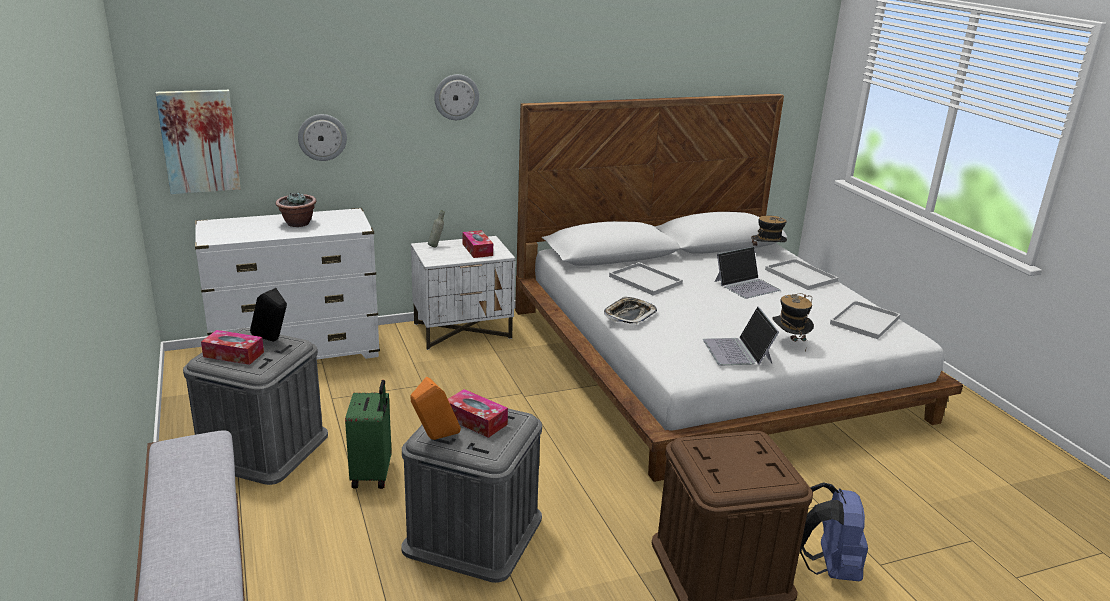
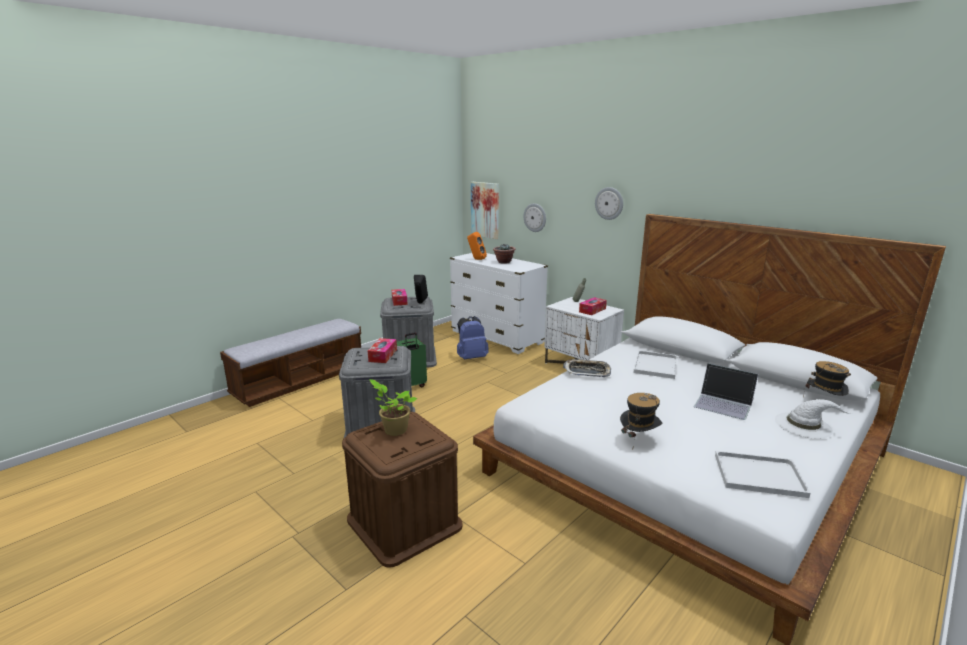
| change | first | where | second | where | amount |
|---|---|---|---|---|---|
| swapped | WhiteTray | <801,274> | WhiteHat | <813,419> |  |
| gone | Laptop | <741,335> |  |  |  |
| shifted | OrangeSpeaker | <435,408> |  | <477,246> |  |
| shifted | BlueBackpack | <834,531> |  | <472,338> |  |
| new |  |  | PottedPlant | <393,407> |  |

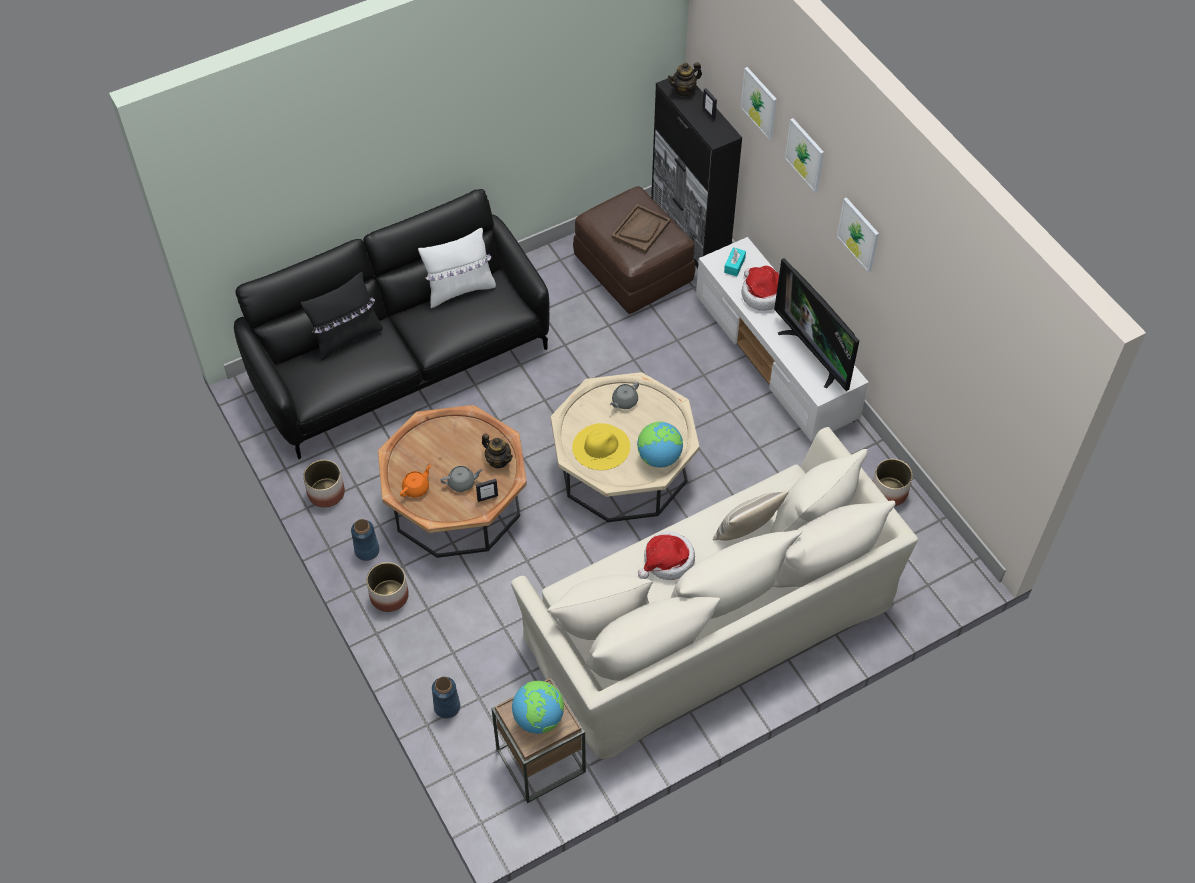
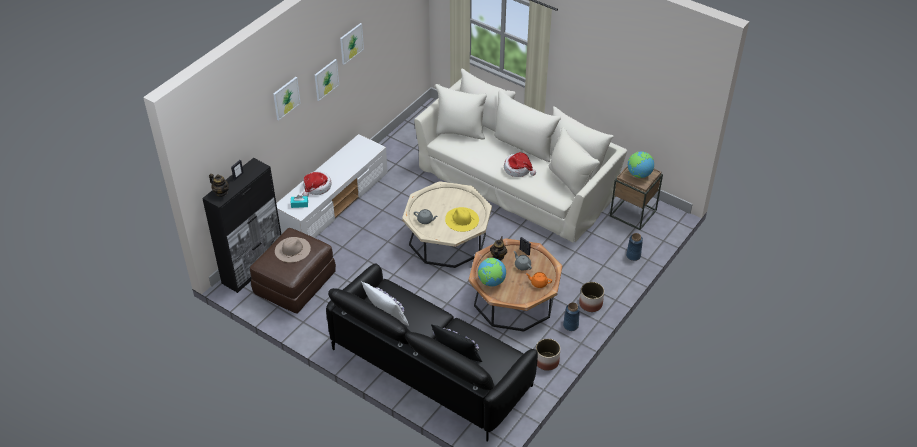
| change | first | where | second | where | amount |
|---|---|---|---|---|---|
| shifted | Picture | <759,103> |  | <352,44> |  |
| swapped | BrownTray | <641,229> | BeigeHat | <293,249> |  |
| gone | Television | <816,324> |  |  |  |
| shifted | Globe | <660,444> |  | <492,272> |  |
| gone | Planter | <893,482> |  |  |  |
| gone | Pillow | <751,516> |  |  |  |

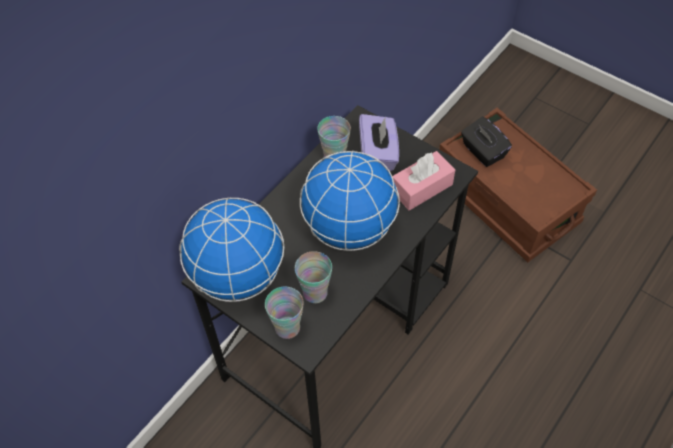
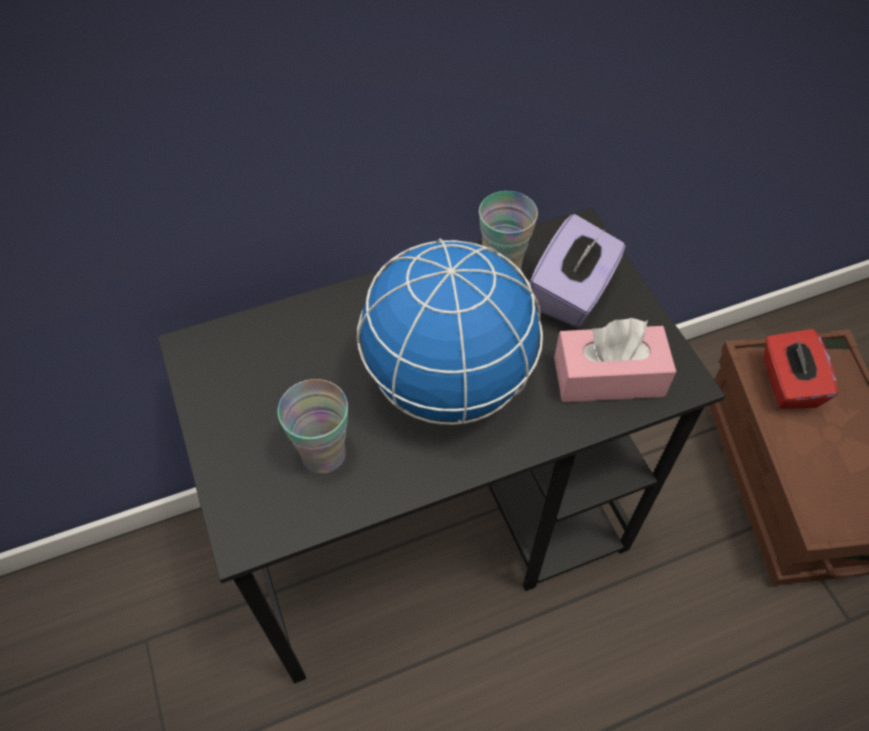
| change | first | where | second | where | amount |
|---|---|---|---|---|---|
| repainted | BlackTissueBox | <486,142> | RedTissueBox | <801,369> |  |
| gone | Globe | <231,249> |  |  |  |
| gone | Cup | <284,313> |  |  |  |

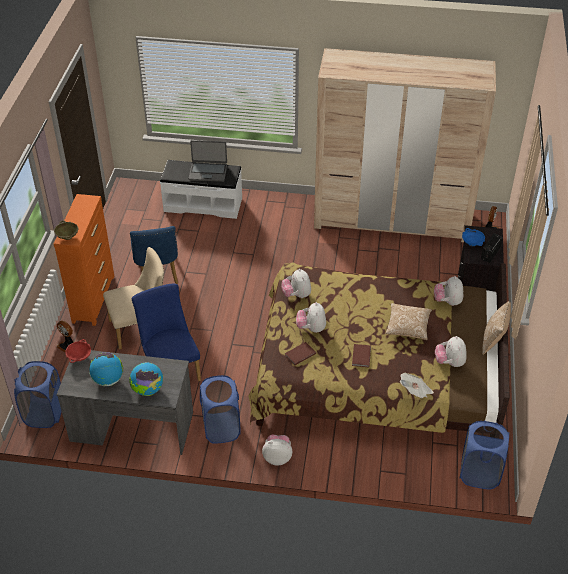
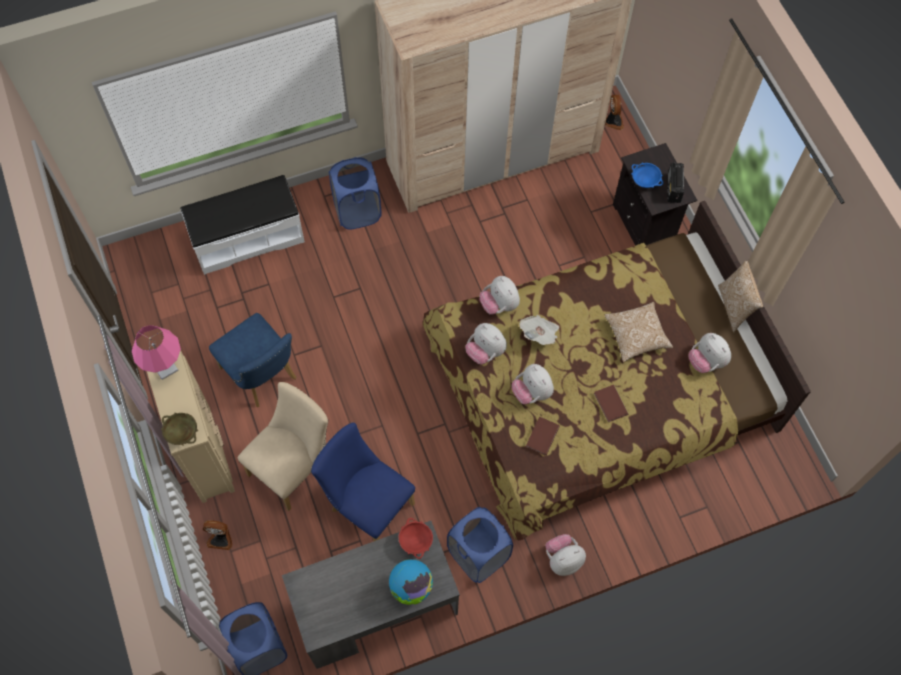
| change | first | where | second | where | amount |
|---|---|---|---|---|---|
| gone | Laptop | <208,161> |  |  |  |
| repainted | OrangeDresser | <84,260> | BeigeDresser | <191,426> |  |
| shifted | PlushToy | <448,291> |  | <500,295> |  |
| shifted | RedBowl | <78,351> |  | <415,538> |  |
| gone | Globe | <106,369> |  |  |  |
| shifted | Newspaper | <417,386> |  | <539,330> |  |
| shifted | BlueLaundryBasket | <484,455> |  | <355,193> |  |
| new |  |  | PinkTableLamp | <156,352> |  |

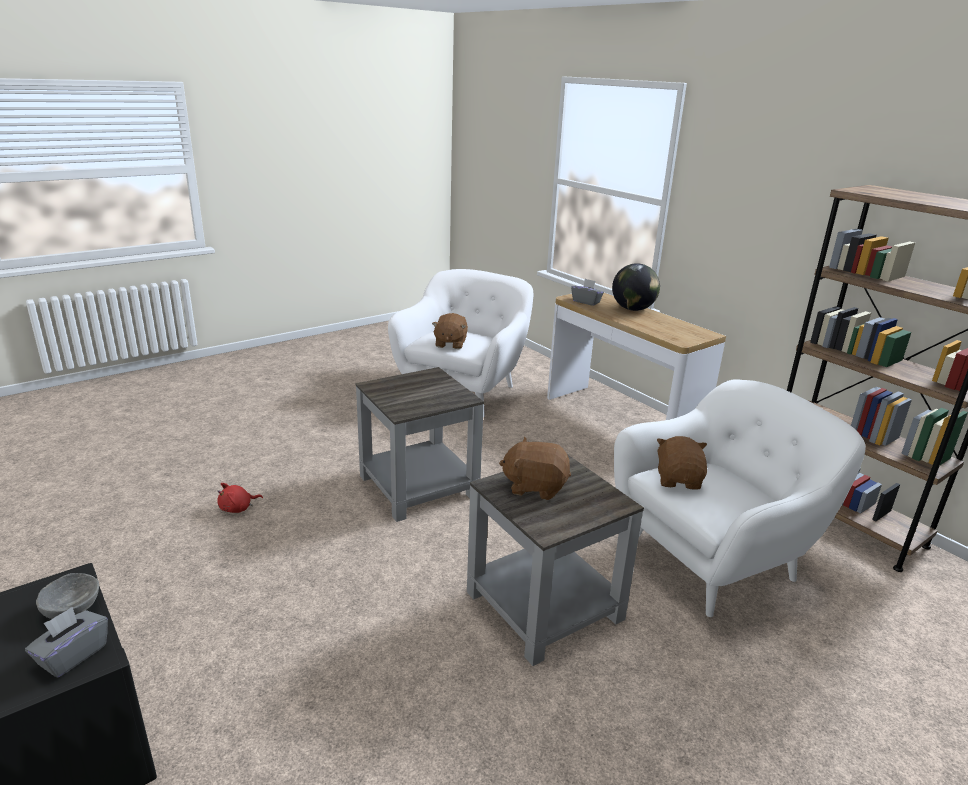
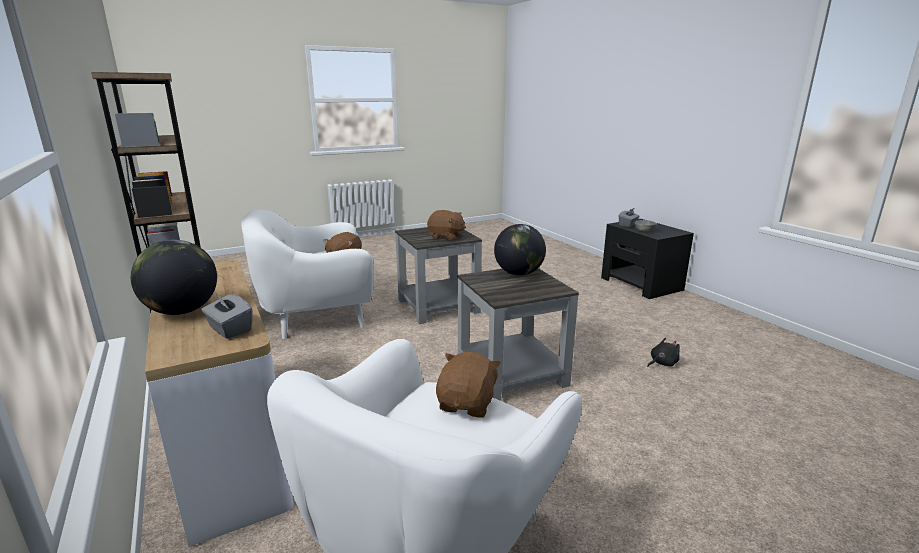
| change | first | where | second | where | amount |
|---|---|---|---|---|---|
| repainted | RedPlushToy | <240,498> | BlackPlushToy | <663,352> |  |
| new |  |  | Globe | <520,250> |  |

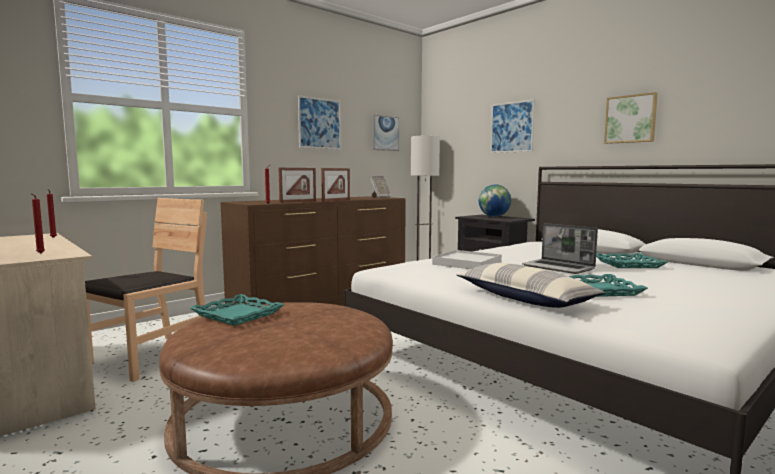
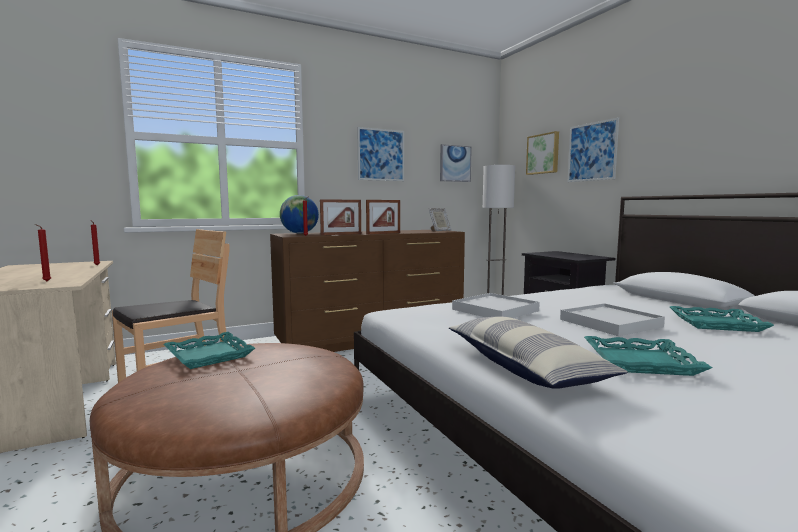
| change | first | where | second | where | amount |
|---|---|---|---|---|---|
| shifted | Picture | <631,118> |  | <542,153> |  |
| shifted | Globe | <495,200> |  | <299,214> |  |
| swapped | Laptop | <560,248> | WhiteTray | <612,319> |  |

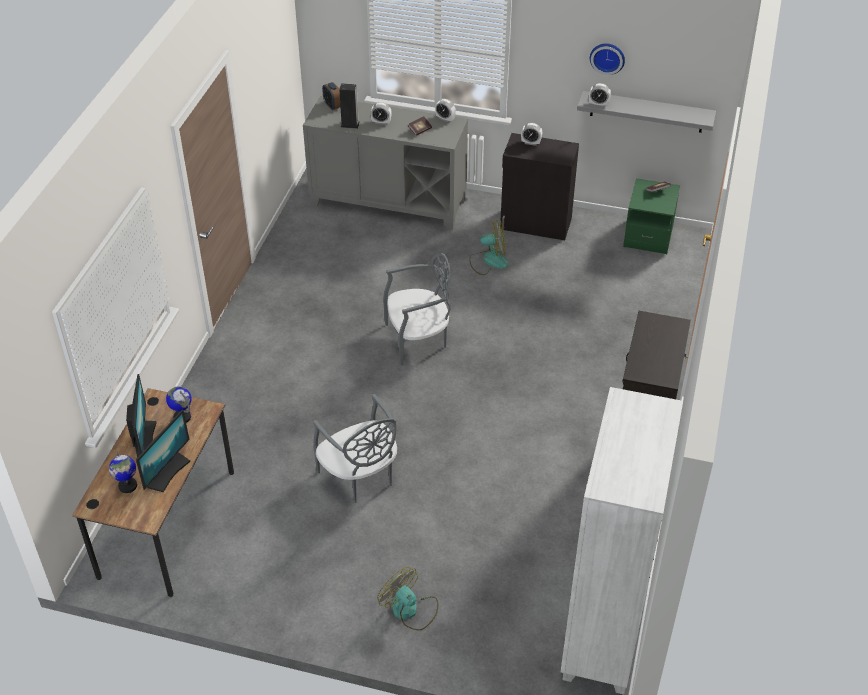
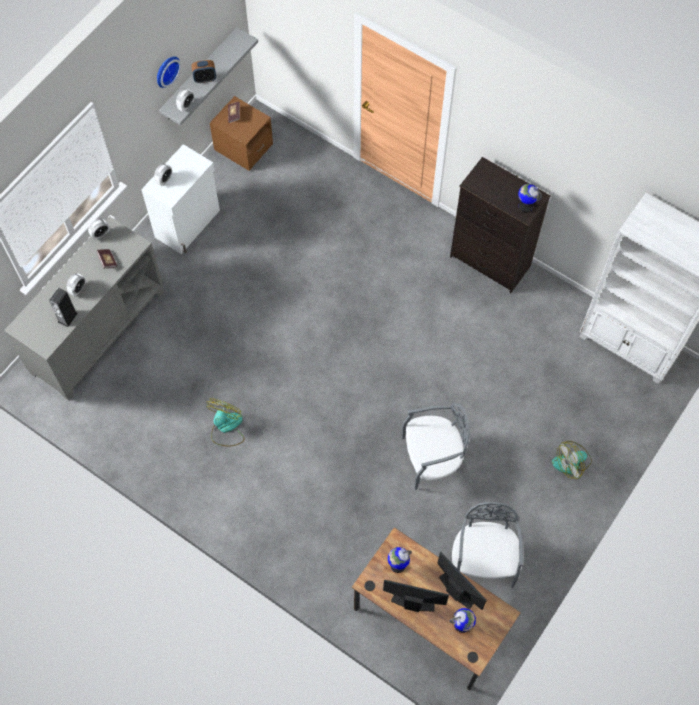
| change | first | where | second | where | amount |
|---|---|---|---|---|---|
| shifted | AlarmClock | <331,96> |  | <203,71> |  |
| repainted | BlackCabinet | <540,186> | WhiteCabinet | <180,199> |  |
| repainted | GreenNightstand | <651,216> | BrownNightstand | <241,133> |  |
| shifted | Fan | <488,247> |  | <225,422> |  |
| shifted | GreyChair | <417,309> |  | <487,545> |  |
| new |  |  | Globe | <530,198> |  |

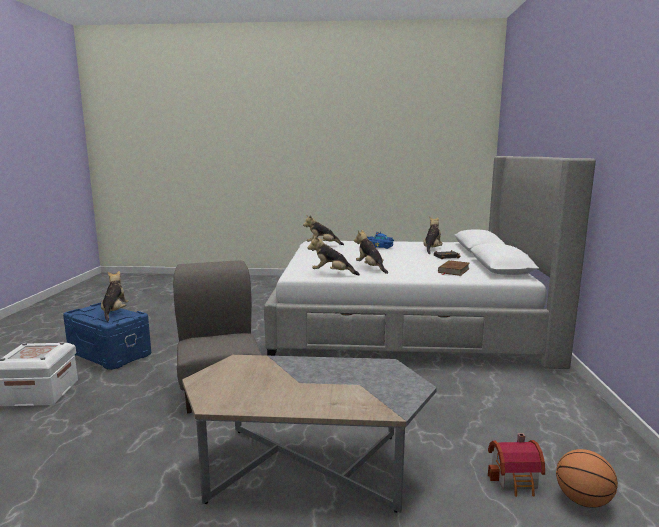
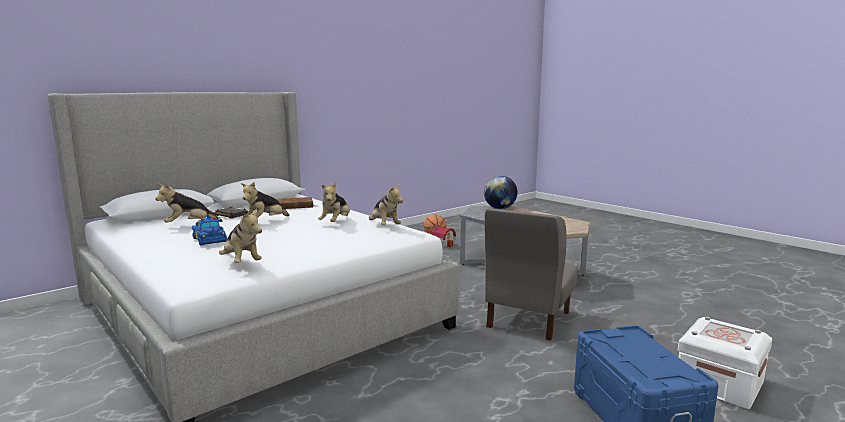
| change | first | where | second | where | amount |
|---|---|---|---|---|---|
| shifted | PlushToy | <115,296> |  | <265,200> |  |
| new |  |  | Globe | <501,192> |  |

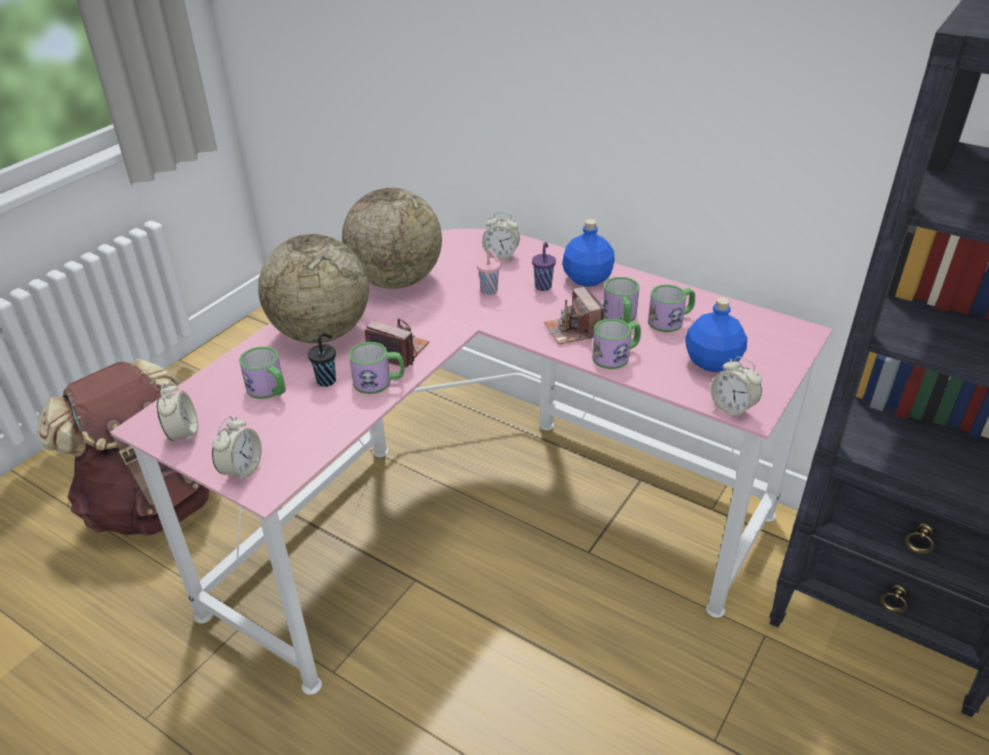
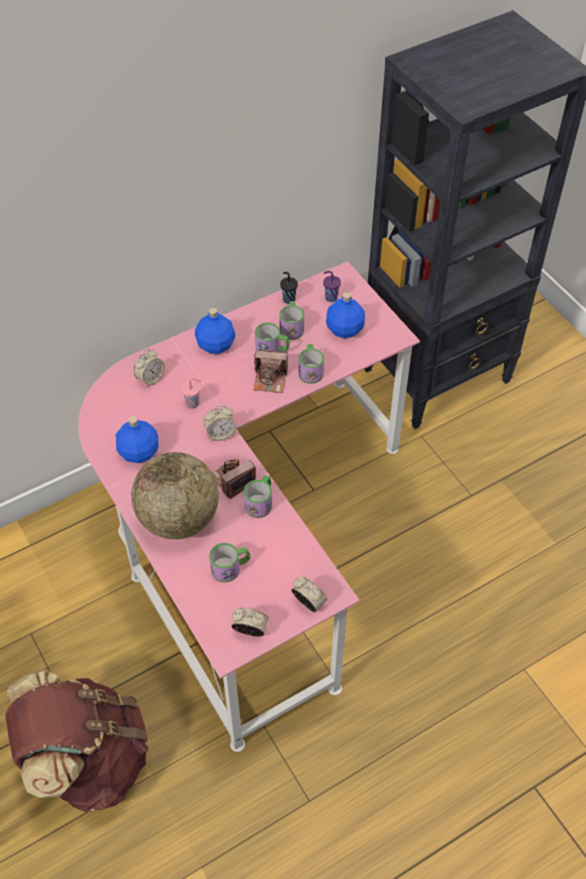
| change | first | where | second | where | amount |
|---|---|---|---|---|---|
| swapped | Globe | <392,238> | BlueBottle | <137,439> |  |
| shifted | PurpleCup | <544,266> |  | <332,286> |  |
| shifted | BlackCup | <322,360> |  | <289,288> |  |
| shifted | AlarmClock | <736,387> |  | <220,423> |  |

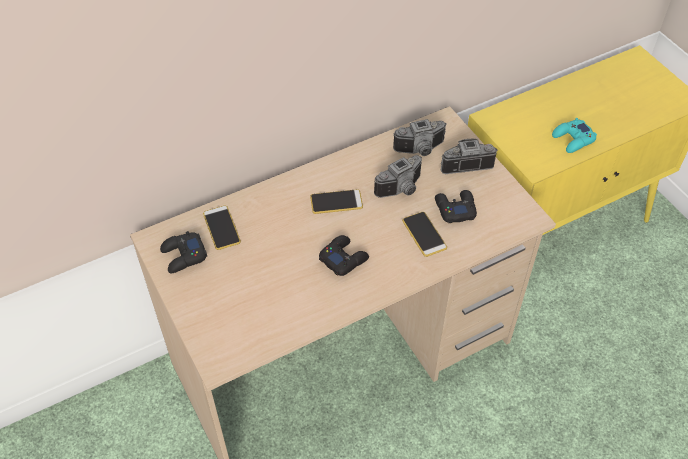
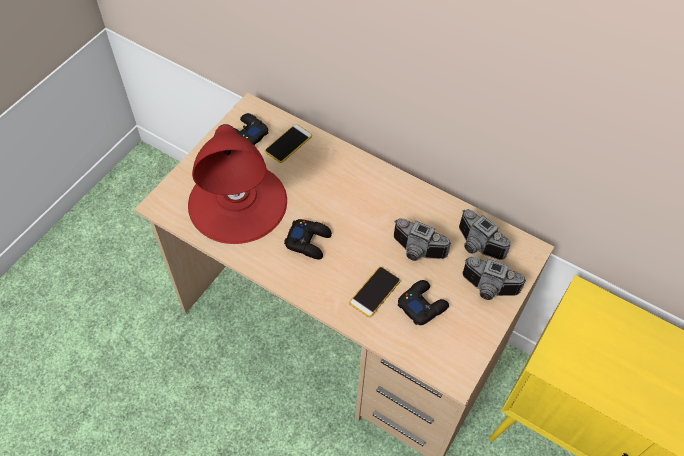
| change | first | where | second | where | amount |
|---|---|---|---|---|---|
| gone | TurquoiseGameController | <574,135> |  |  |  |
| rotated | PhotoCamera | <469,156> |  | <494,278> | 150 degrees clockwise |
| gone | Phone | <336,201> |  |  |  |
| new |  |  | RedTableLamp | <237,184> |  |

